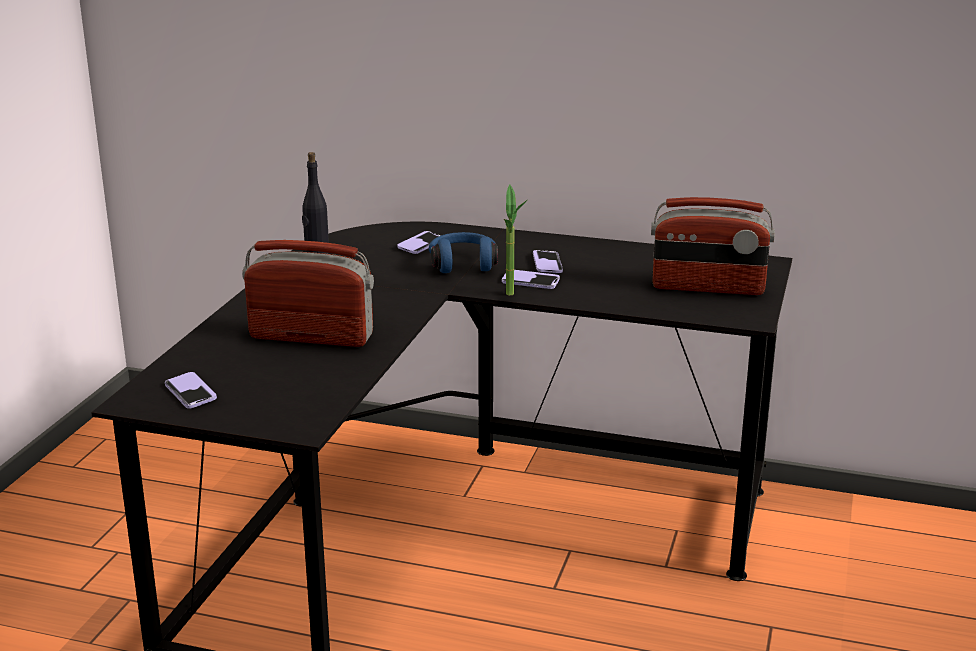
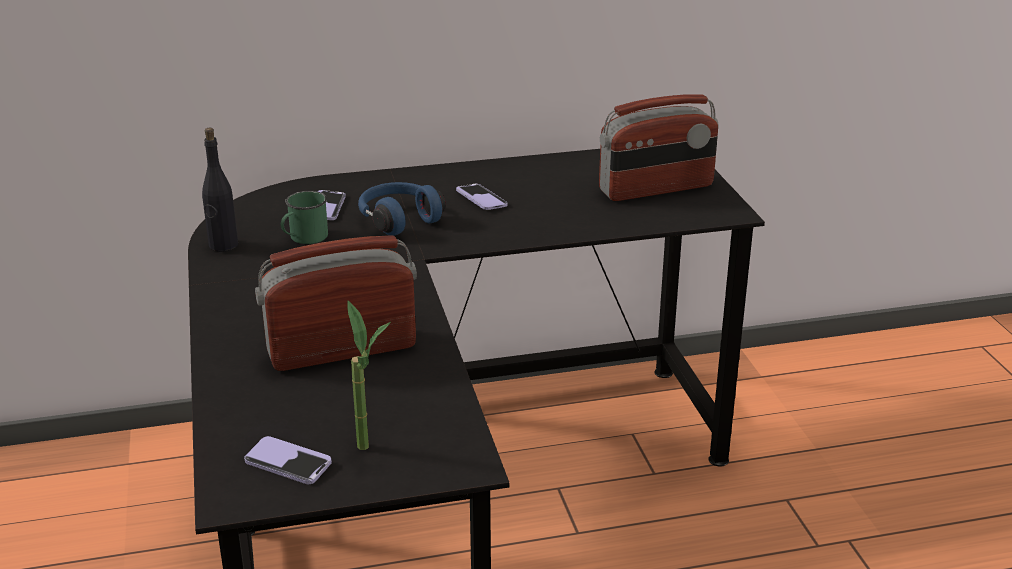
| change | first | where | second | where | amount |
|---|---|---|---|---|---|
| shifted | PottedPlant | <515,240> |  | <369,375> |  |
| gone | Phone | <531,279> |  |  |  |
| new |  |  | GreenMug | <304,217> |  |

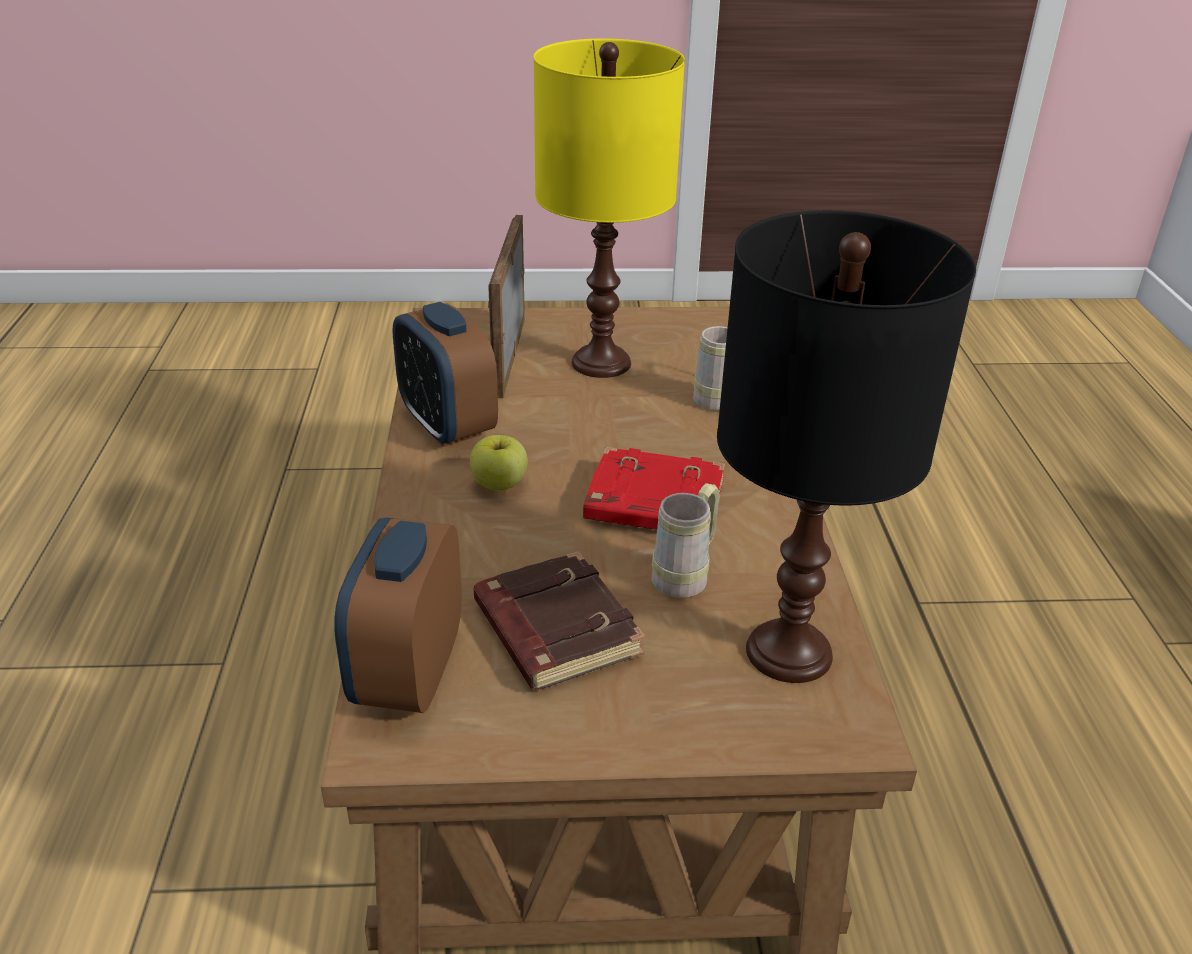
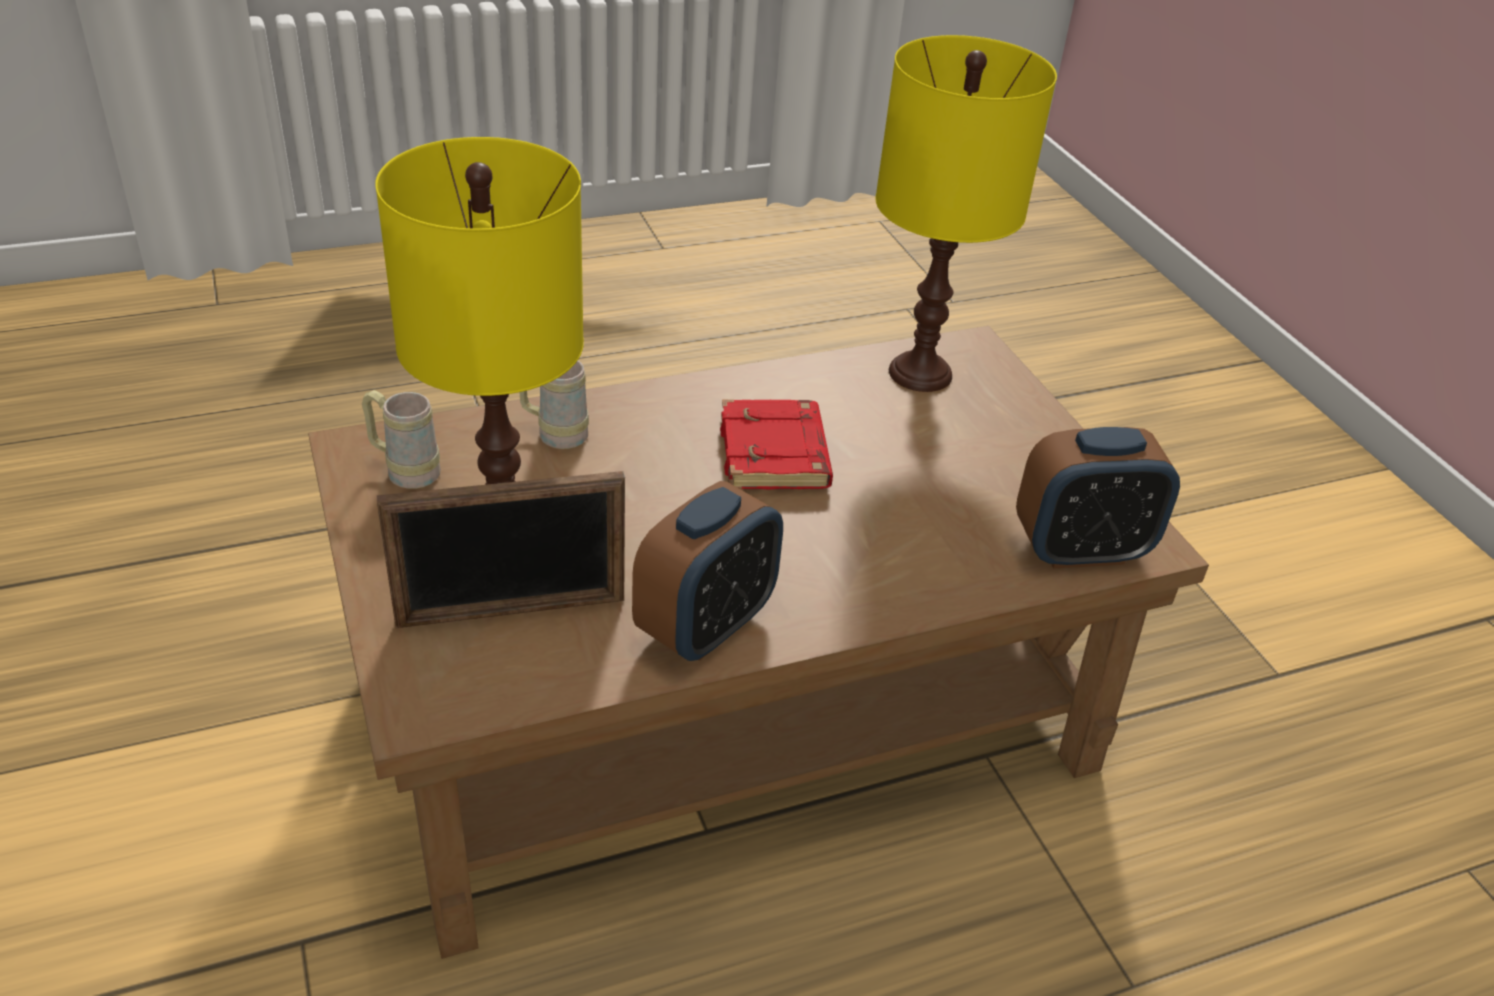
| change | first | where | second | where | amount |
|---|---|---|---|---|---|
| repainted | BlackTableLamp | <846,446> | YellowTableLamp | <966,213> |  |
| gone | Apple | <499,462> |  |  |  |
| shifted | BeigeMug | <686,540> |  | <401,439> |  |
| gone | BrownBook | <559,620> |  |  |  |

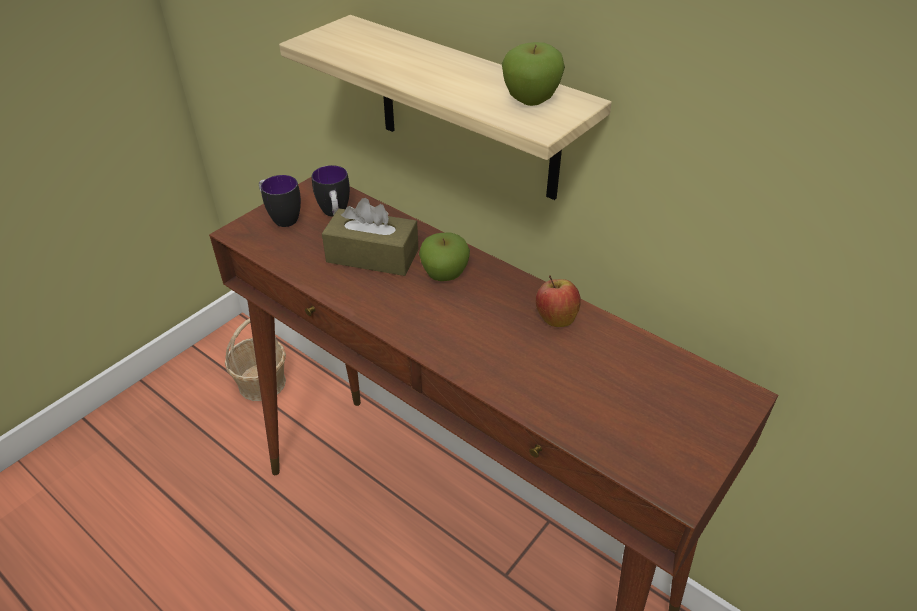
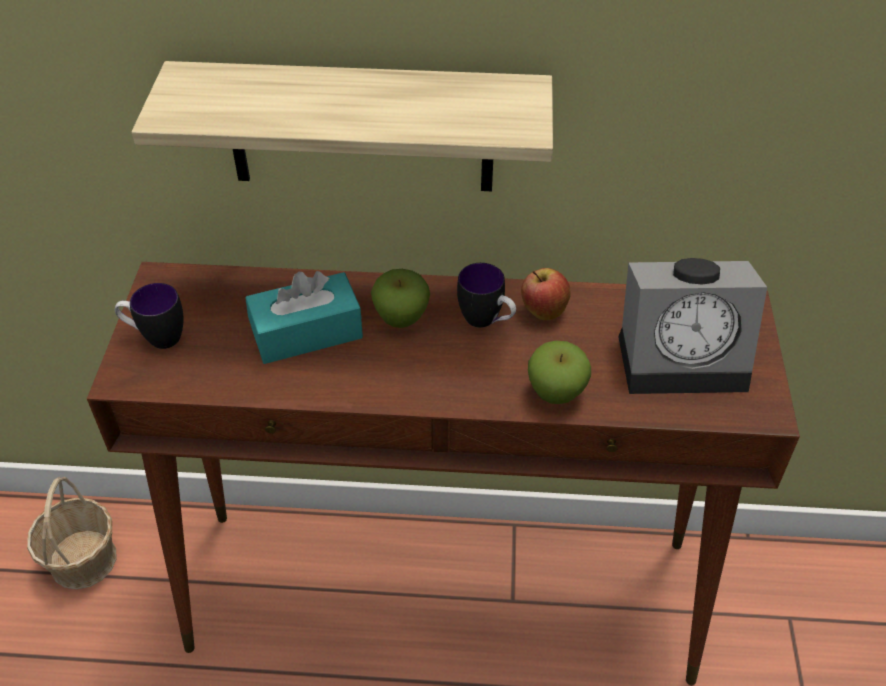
| change | first | where | second | where | amount |
|---|---|---|---|---|---|
| shifted | Apple | <533,74> |  | <559,372> |  |
| shifted | Mug | <331,191> |  | <486,295> |  |
| repainted | BrownTissueBox | <370,237> | TurquoiseTissueBox | <304,317> |  |
| new |  |  | AlarmClock | <692,326> |  |

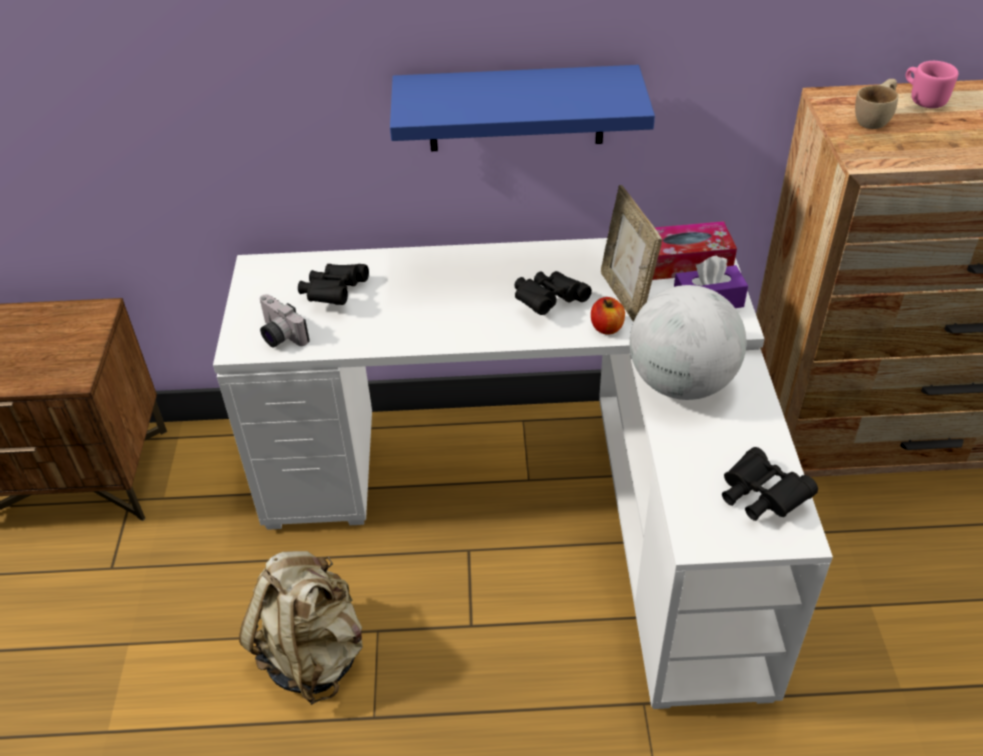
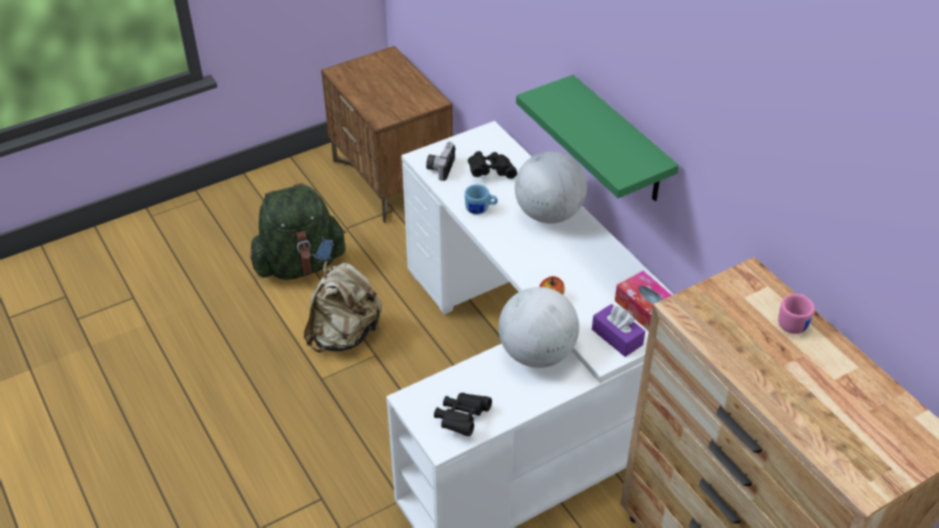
| change | first | where | second | where | amount |
|---|---|---|---|---|---|
| repainted | BlueShelf | <522,108> | GreenShelf | <597,138> |  |
| gone | BeigeCup | <877,104> |  |  |  |
| gone | PictureFrame | <631,253> |  |  |  |
| gone | BlackBinoculars | <553,293> |  |  |  |
| new |  |  | Globe | <551,187> |  |
| new |  |  | GreenBackpack | <298,231> |  |
| new |  |  | BlueMug | <481,199> |  |

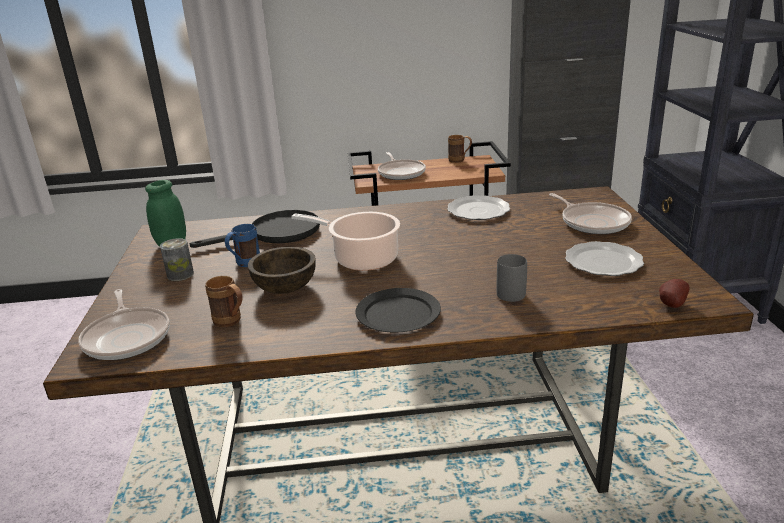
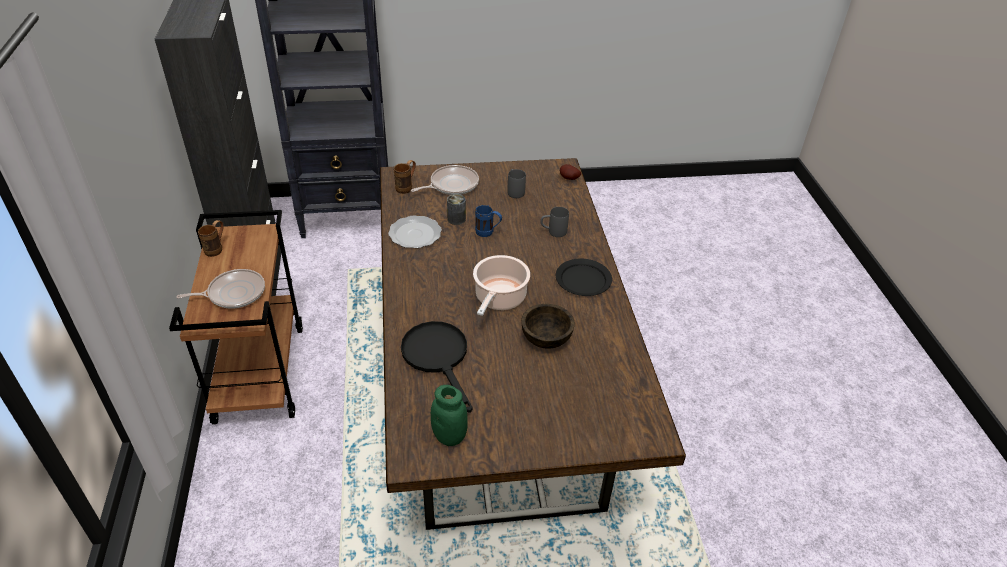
| change | first | where | second | where | amount |
|---|---|---|---|---|---|
| shifted | BlueMug | <242,245> |  | <488,221> |  |
| shifted | Can | <177,259> |  | <456,209> |  |
| swapped | Plate | <604,258> | GreyMug | <517,183> |  |
| shifted | BrownMug | <224,301> |  | <405,177> |  |
| gone | FryingPan | <124,324> |  |  |  |

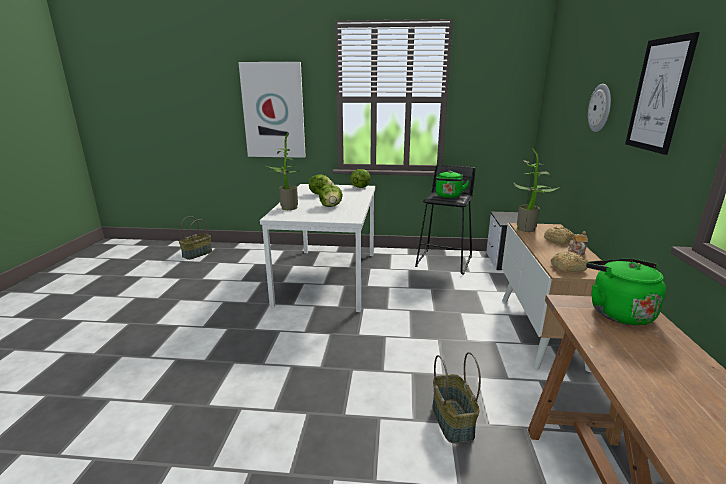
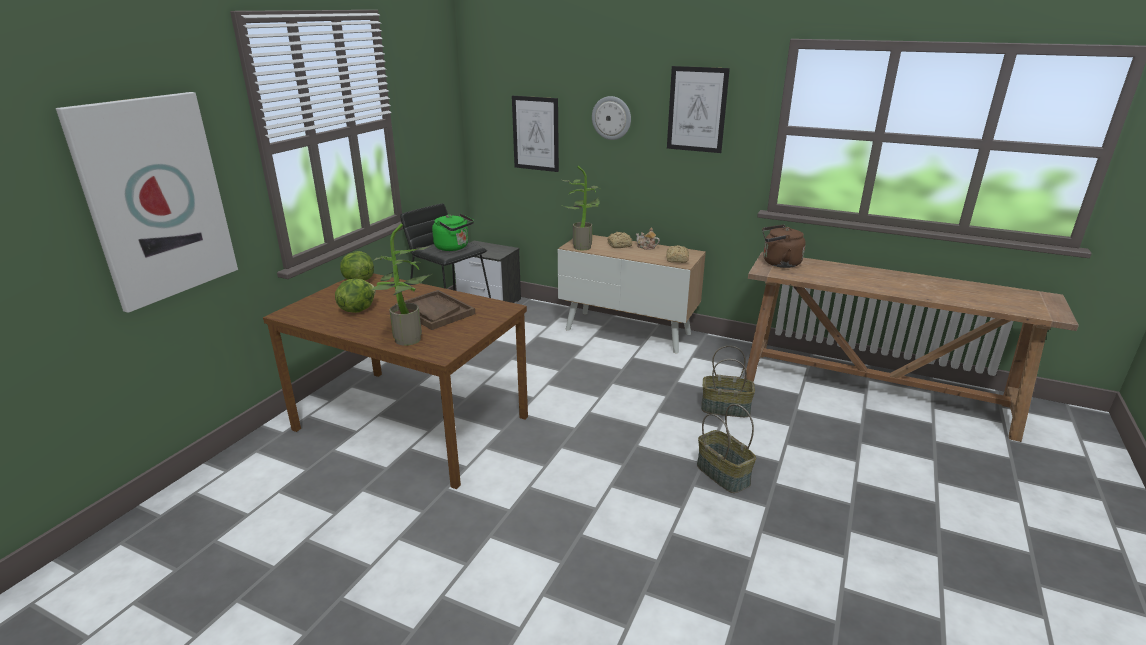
| change | first | where | second | where | amount |
|---|---|---|---|---|---|
| repainted | WhiteDiningTable | <317,248> | BrownDiningTable | <395,381> |  |
| swapped | Lettuce | <331,196> | BrownTray | <435,310> |  |
| shifted | Basket | <195,238> |  | <726,448> |  |
| repainted | GreenKettle | <626,292> | BrownKettle | <784,246> |  |
| new |  |  | Picture | <535,134> |  |

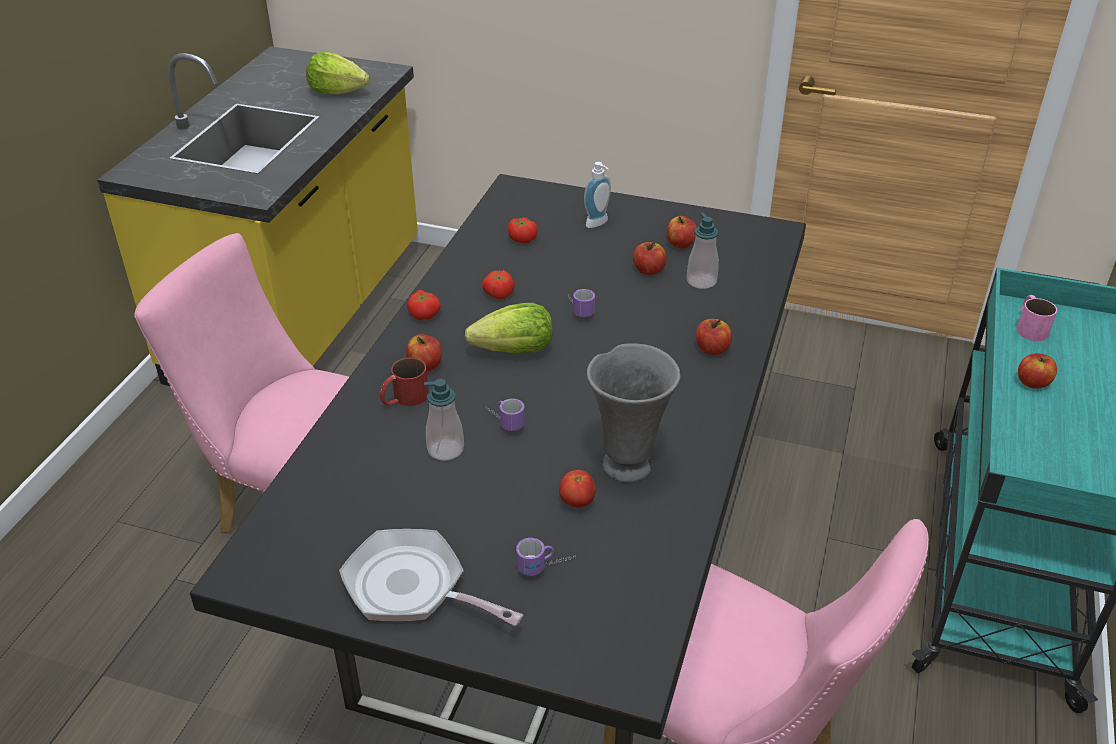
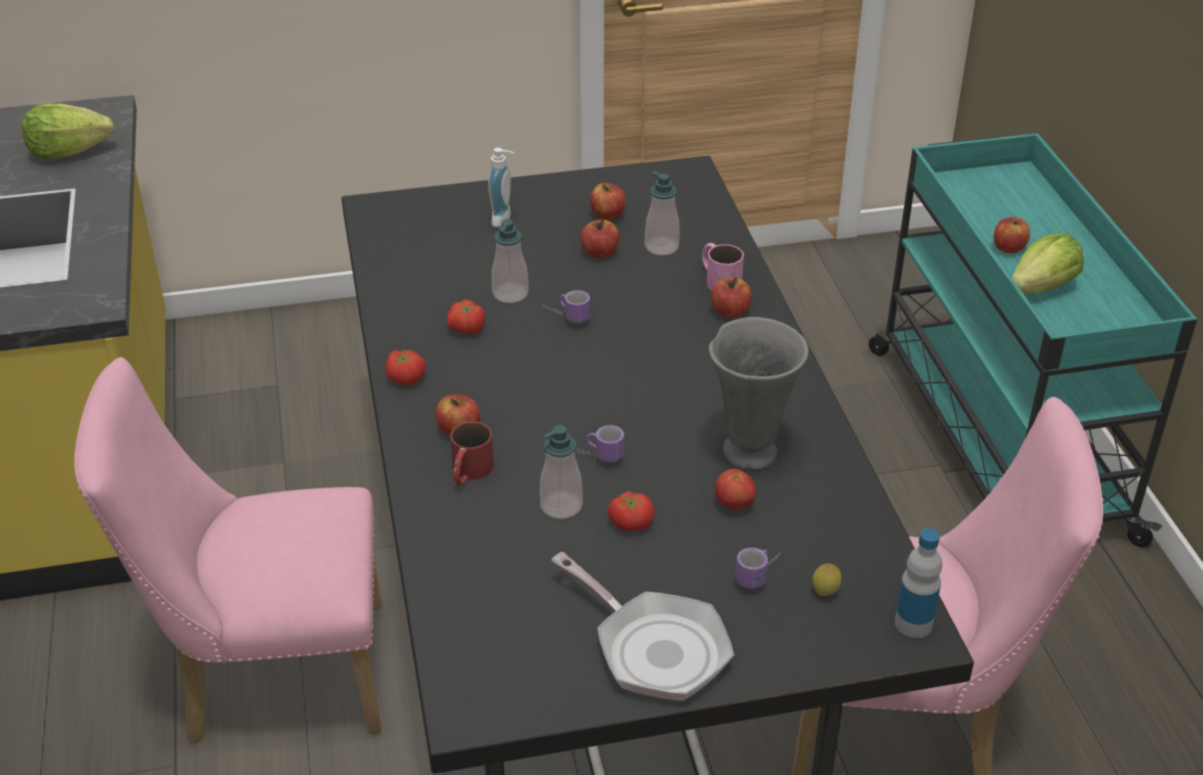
| change | first | where | second | where | amount |
|---|---|---|---|---|---|
| shifted | Tomato | <522,230> |  | <631,511> |  |
| shifted | PinkMug | <1037,318> |  | <723,267> |  |
| shifted | Lettuce | <509,328> |  | <1048,263> |  |
| rotated | FryingPan | <431,577> |  | <642,626> | 135 degrees counterclockwise |
| new |  |  | SoapDispenser | <510,261> |  |
| new |  |  | Bottle | <918,583> |  |
| new |  |  | Lemon | <827,580> |  |

